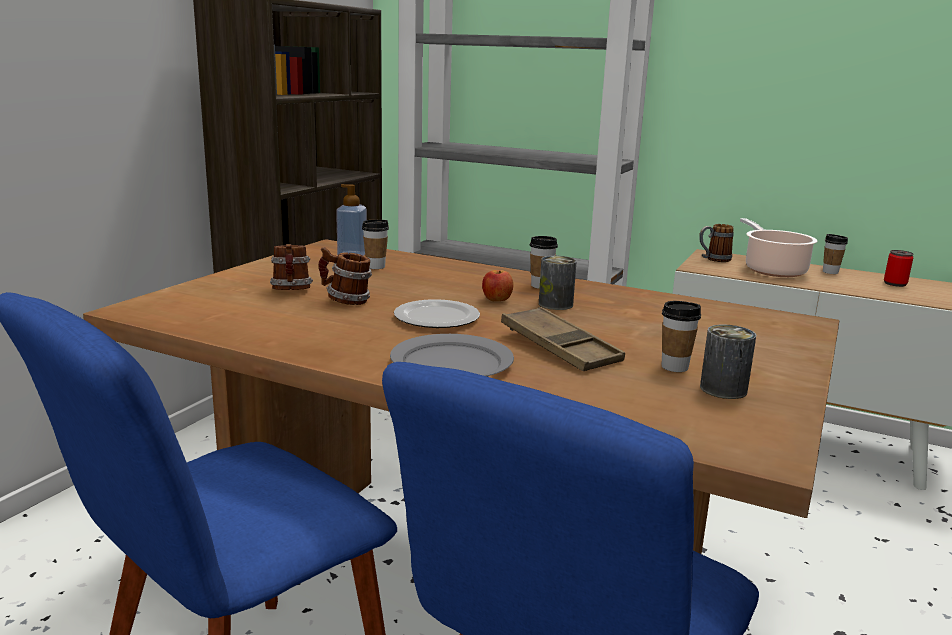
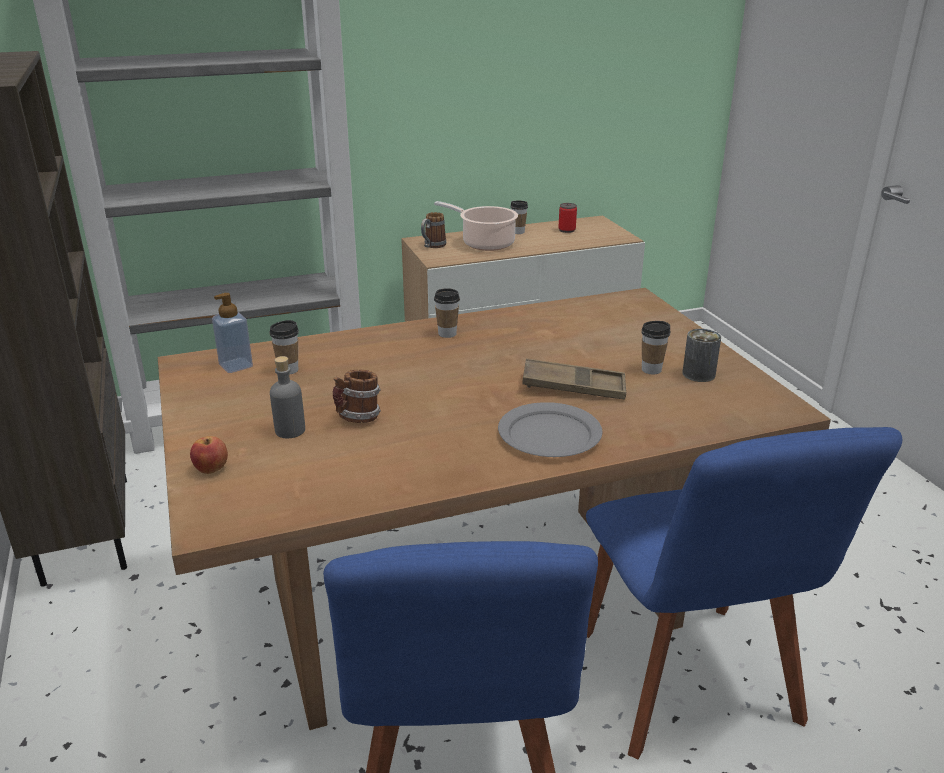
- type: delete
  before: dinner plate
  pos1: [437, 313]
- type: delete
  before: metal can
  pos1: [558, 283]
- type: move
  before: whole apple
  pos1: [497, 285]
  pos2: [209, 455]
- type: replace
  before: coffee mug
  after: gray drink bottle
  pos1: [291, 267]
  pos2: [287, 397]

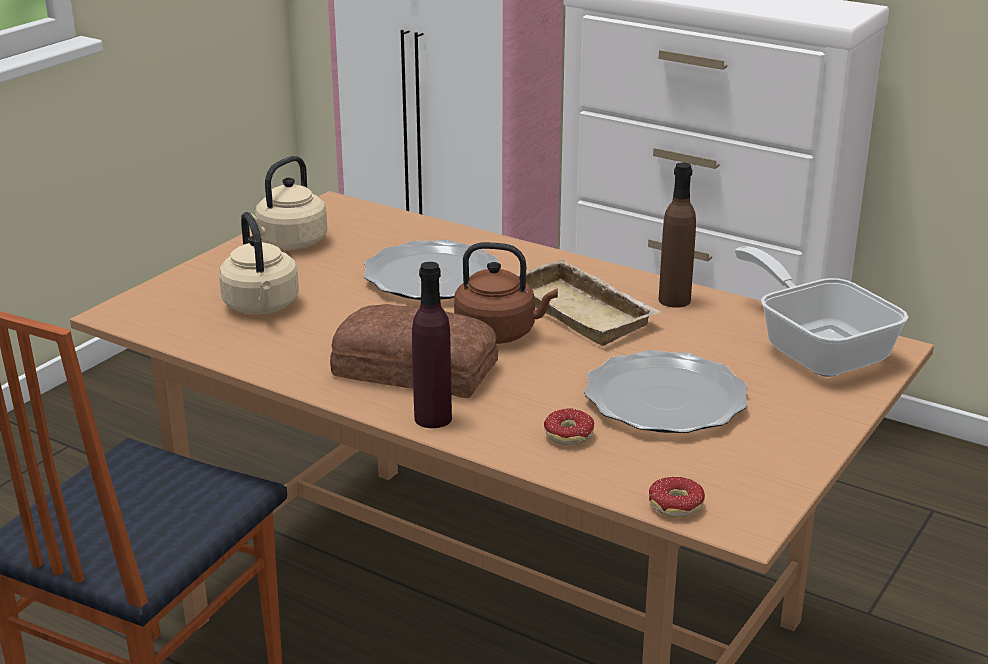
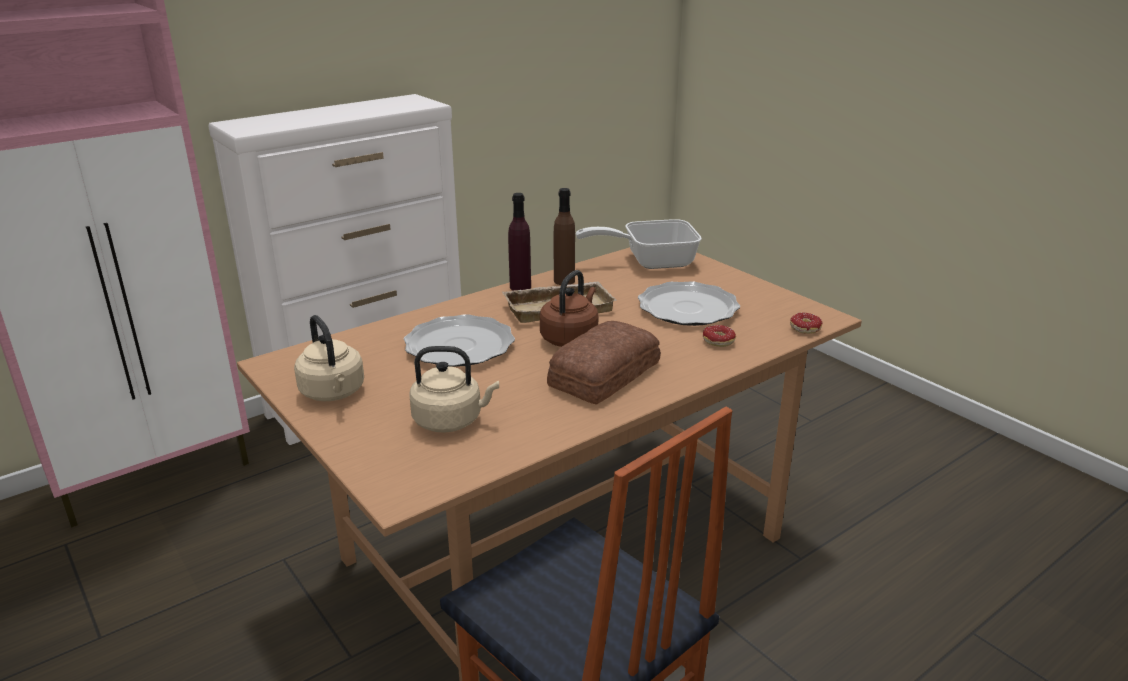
- type: move
  before: purple drink bottle
  pos1: [432, 345]
  pos2: [519, 242]

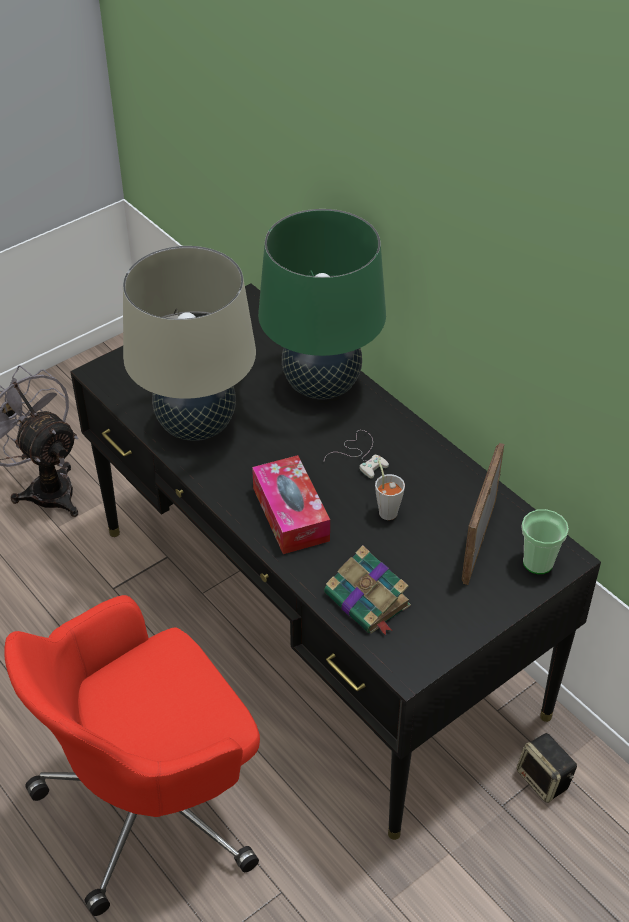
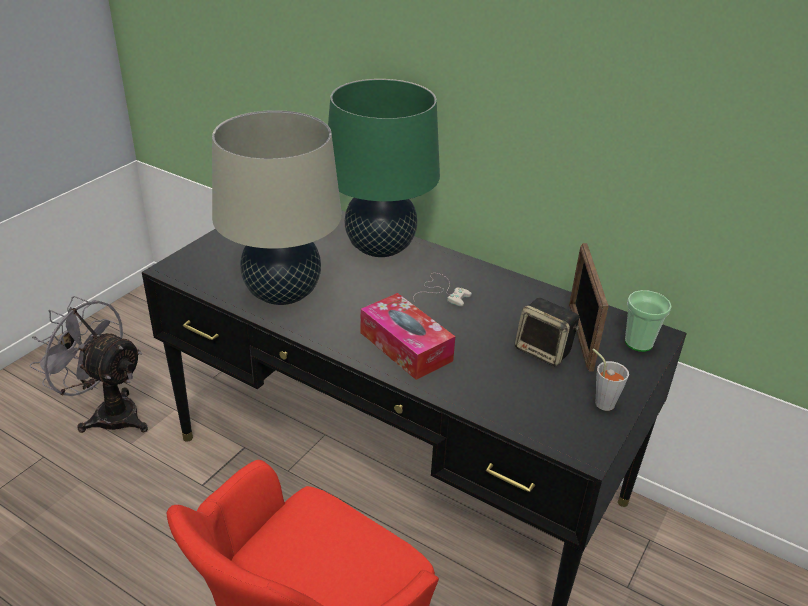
- type: delete
  before: bound book
  pos1: [367, 590]
- type: move
  before: gray drinking cup
  pos1: [390, 490]
  pos2: [611, 380]
- type: move
  before: audio speaker
  pos1: [547, 768]
  pos2: [547, 332]

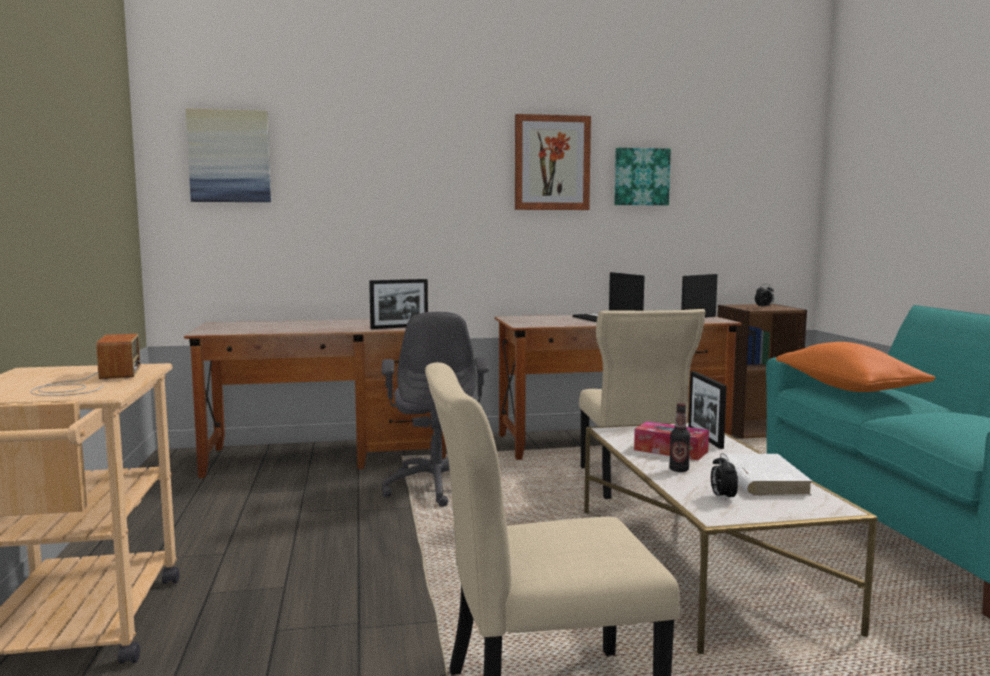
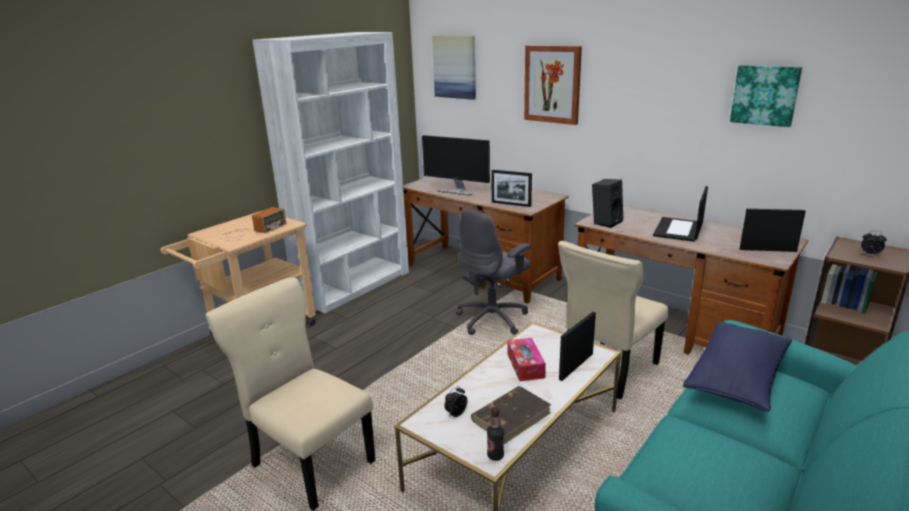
- type: insert
  after: white-coloured bookshelf
  pos2: [330, 172]
- type: insert
  after: monitor
  pos2: [456, 165]
- type: insert
  after: black-coloured audio speaker
  pos2: [607, 203]
- type: move
  before: picture
  pos1: [553, 162]
  pos2: [553, 85]
- type: move
  before: drink bottle
  pos1: [679, 437]
  pos2: [495, 434]
- type: recolor
  before: white-coloured bound book
  after: brown bound book
  pos1: [767, 474]
  pos2: [511, 415]
- type: recolor
  before: orangey cushion
  after: blue cushion
  pos1: [856, 367]
  pos2: [737, 367]

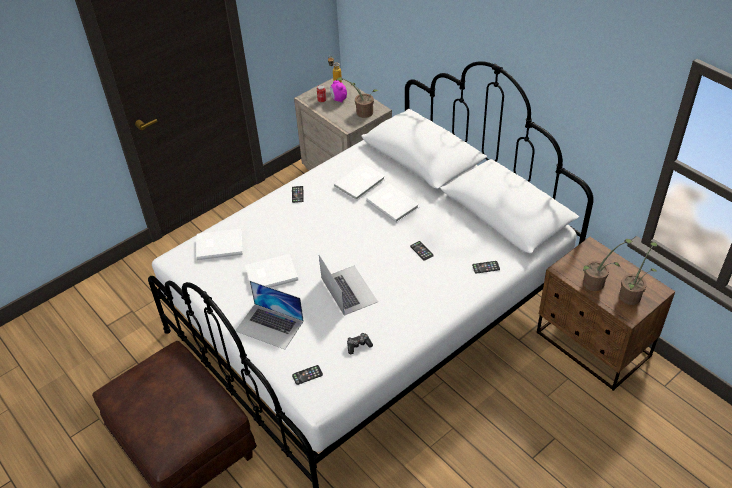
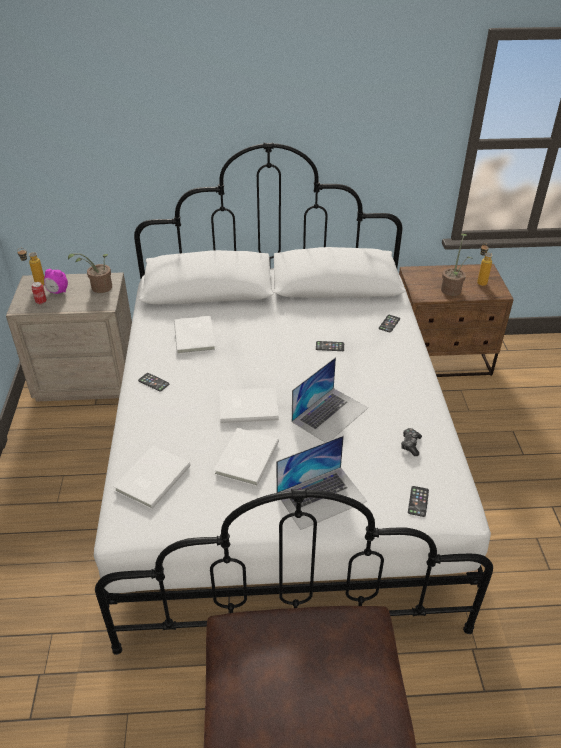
- type: move
  before: white-coloured bound book
  pos1: [392, 203]
  pos2: [249, 406]
- type: replace
  before: houseplant
  after: drink bottle
  pos1: [638, 273]
  pos2: [485, 264]
- type: rotate
  before: portable computer
  pos1: [348, 285]
  pos2: [330, 399]
  turn: 120

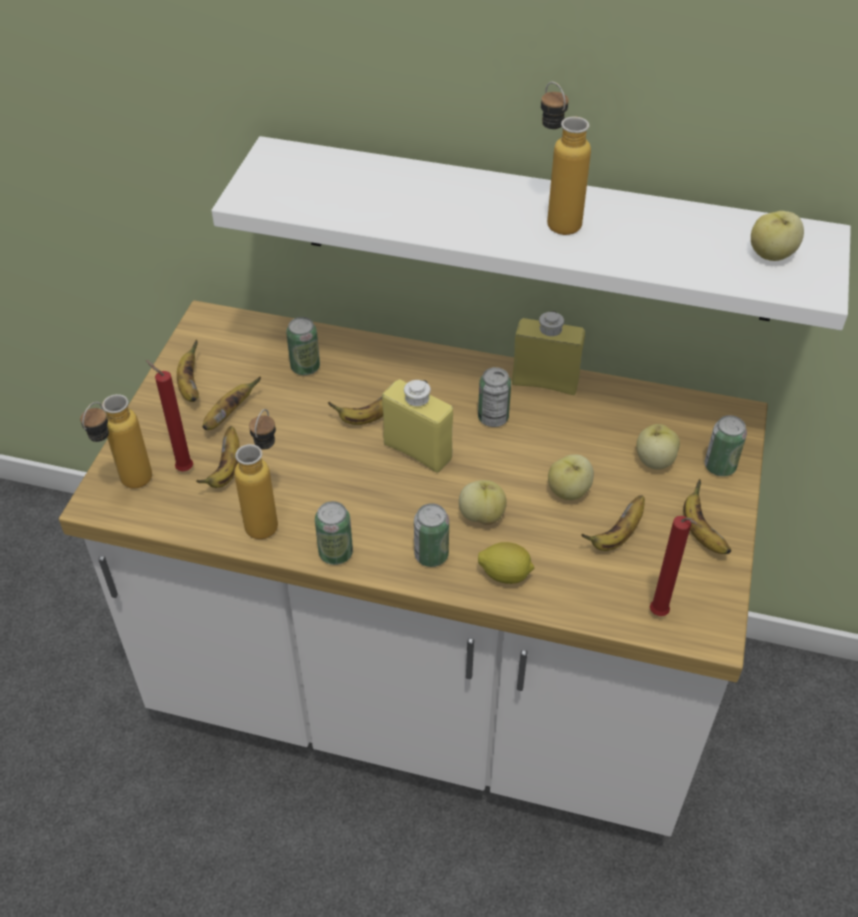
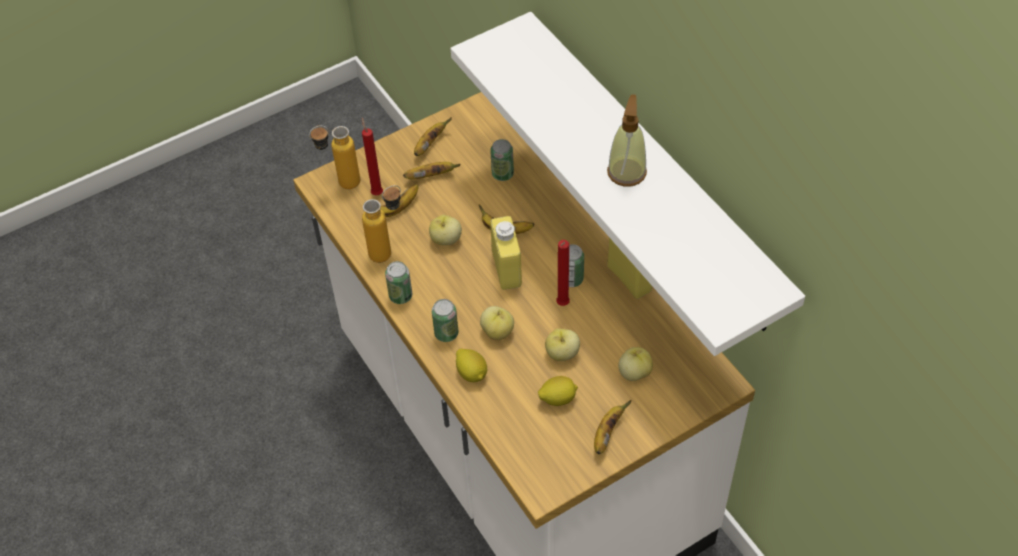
- type: delete
  before: metal can
  pos1: [726, 445]
- type: move
  before: red candle
  pos1: [673, 566]
  pos2: [563, 273]
- type: move
  before: whole apple
  pos1: [777, 236]
  pos2: [445, 230]
- type: replace
  before: drink bottle
  after: soap bottle
  pos1: [566, 158]
  pos2: [627, 140]
- type: replace
  before: banana
  after: whole lemon
  pos1: [613, 523]
  pos2: [558, 391]

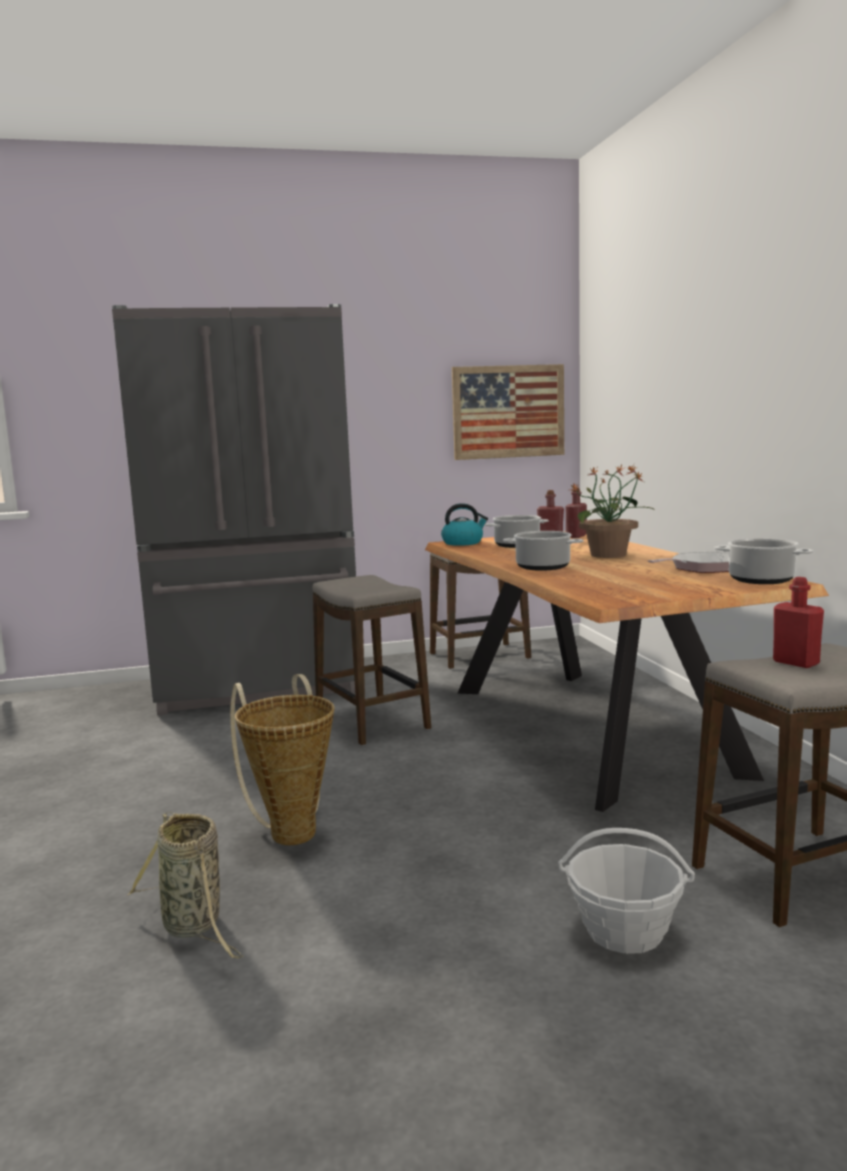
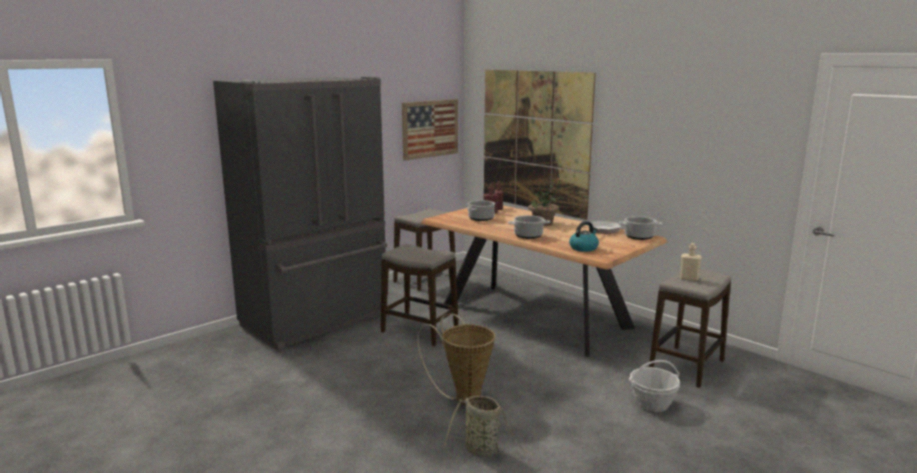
- type: insert
  after: picture
  pos2: [540, 145]
- type: move
  before: kettle
  pos1: [464, 524]
  pos2: [584, 236]
- type: recolor
  before: red drink bottle
  after: beige-coloured drink bottle
  pos1: [798, 622]
  pos2: [691, 262]

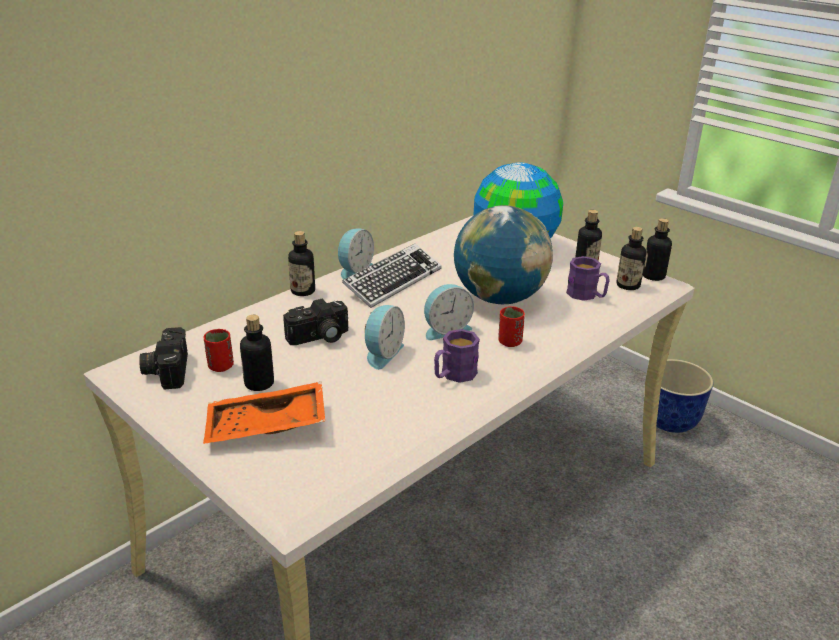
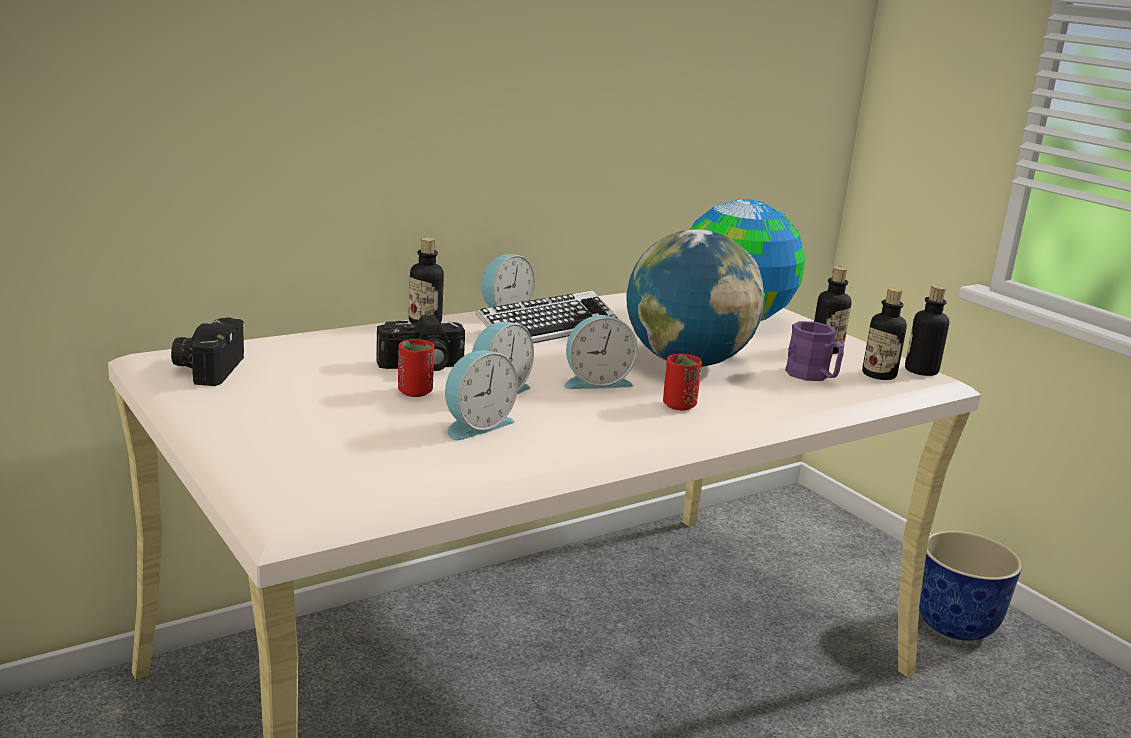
- type: delete
  before: orangey carrying tray
  pos1: [264, 412]
- type: delete
  before: drink bottle
  pos1: [257, 353]
- type: delete
  before: purple coffee mug
  pos1: [457, 356]
- type: insert
  after: alarm clock
  pos2: [481, 395]
- type: move
  before: red drinking cup
  pos1: [219, 350]
  pos2: [416, 368]

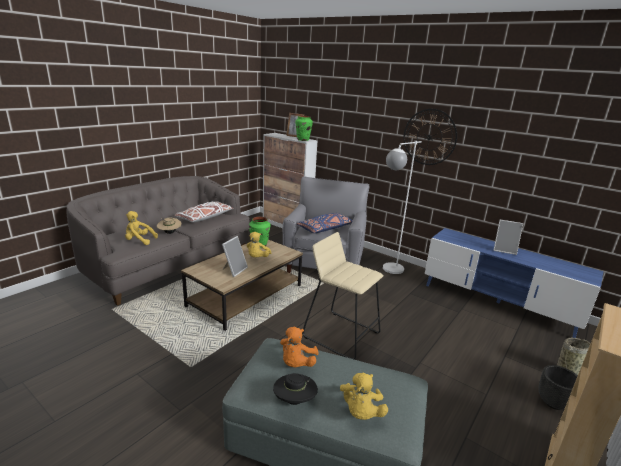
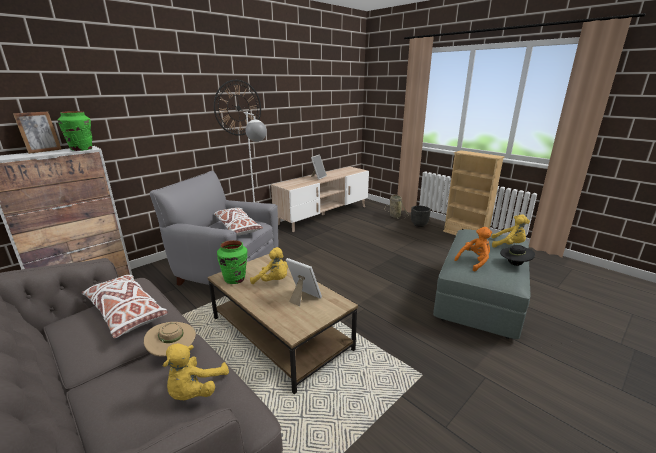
- type: delete
  before: beige-coloured sitting stool
  pos1: [343, 295]
- type: recolor
  before: blue cushion
  after: white-coloured cushion
  pos1: [325, 223]
  pos2: [238, 222]
- type: recolor
  before: blue tv stand
  after: beige-coloured tv stand
  pos1: [514, 283]
  pos2: [320, 199]
- type: rotate
  before: orangey cuddly toy
  pos1: [299, 347]
  pos2: [473, 249]
  turn: -60

